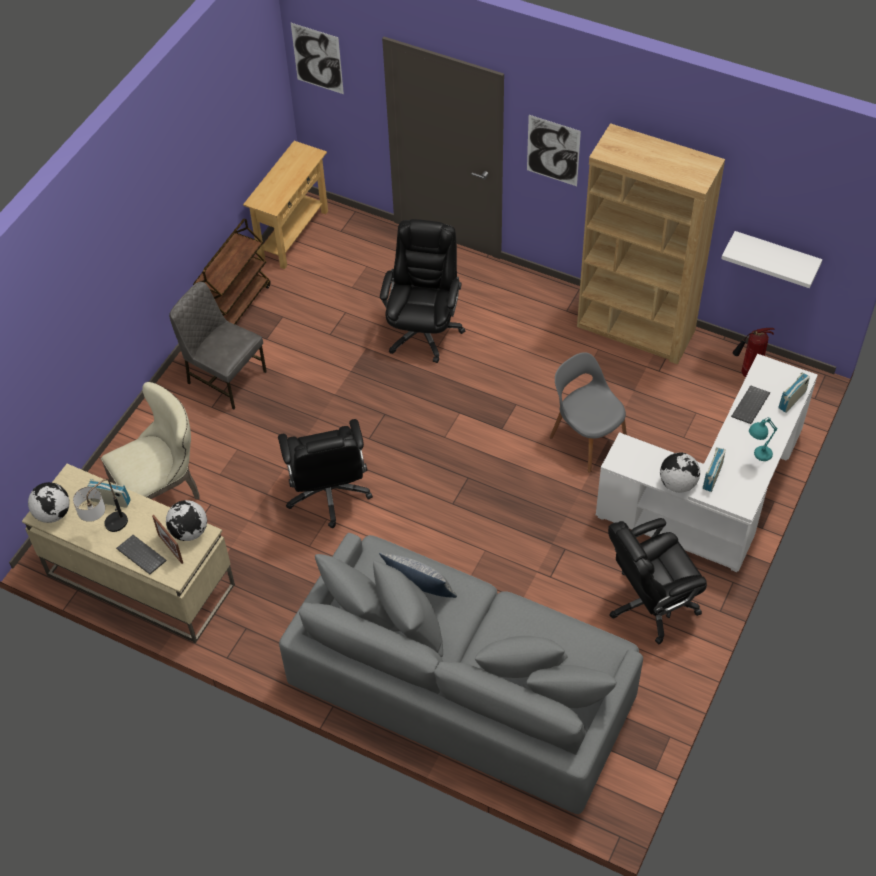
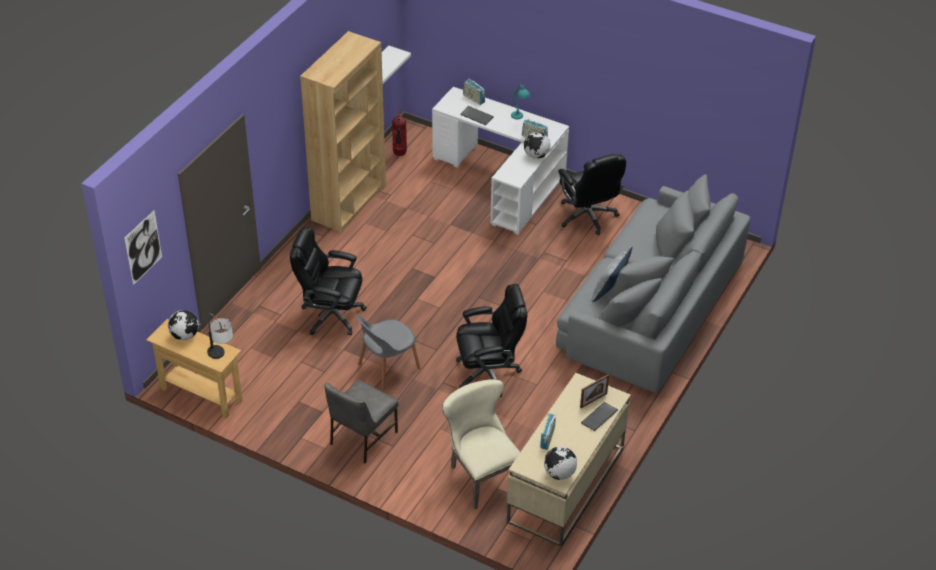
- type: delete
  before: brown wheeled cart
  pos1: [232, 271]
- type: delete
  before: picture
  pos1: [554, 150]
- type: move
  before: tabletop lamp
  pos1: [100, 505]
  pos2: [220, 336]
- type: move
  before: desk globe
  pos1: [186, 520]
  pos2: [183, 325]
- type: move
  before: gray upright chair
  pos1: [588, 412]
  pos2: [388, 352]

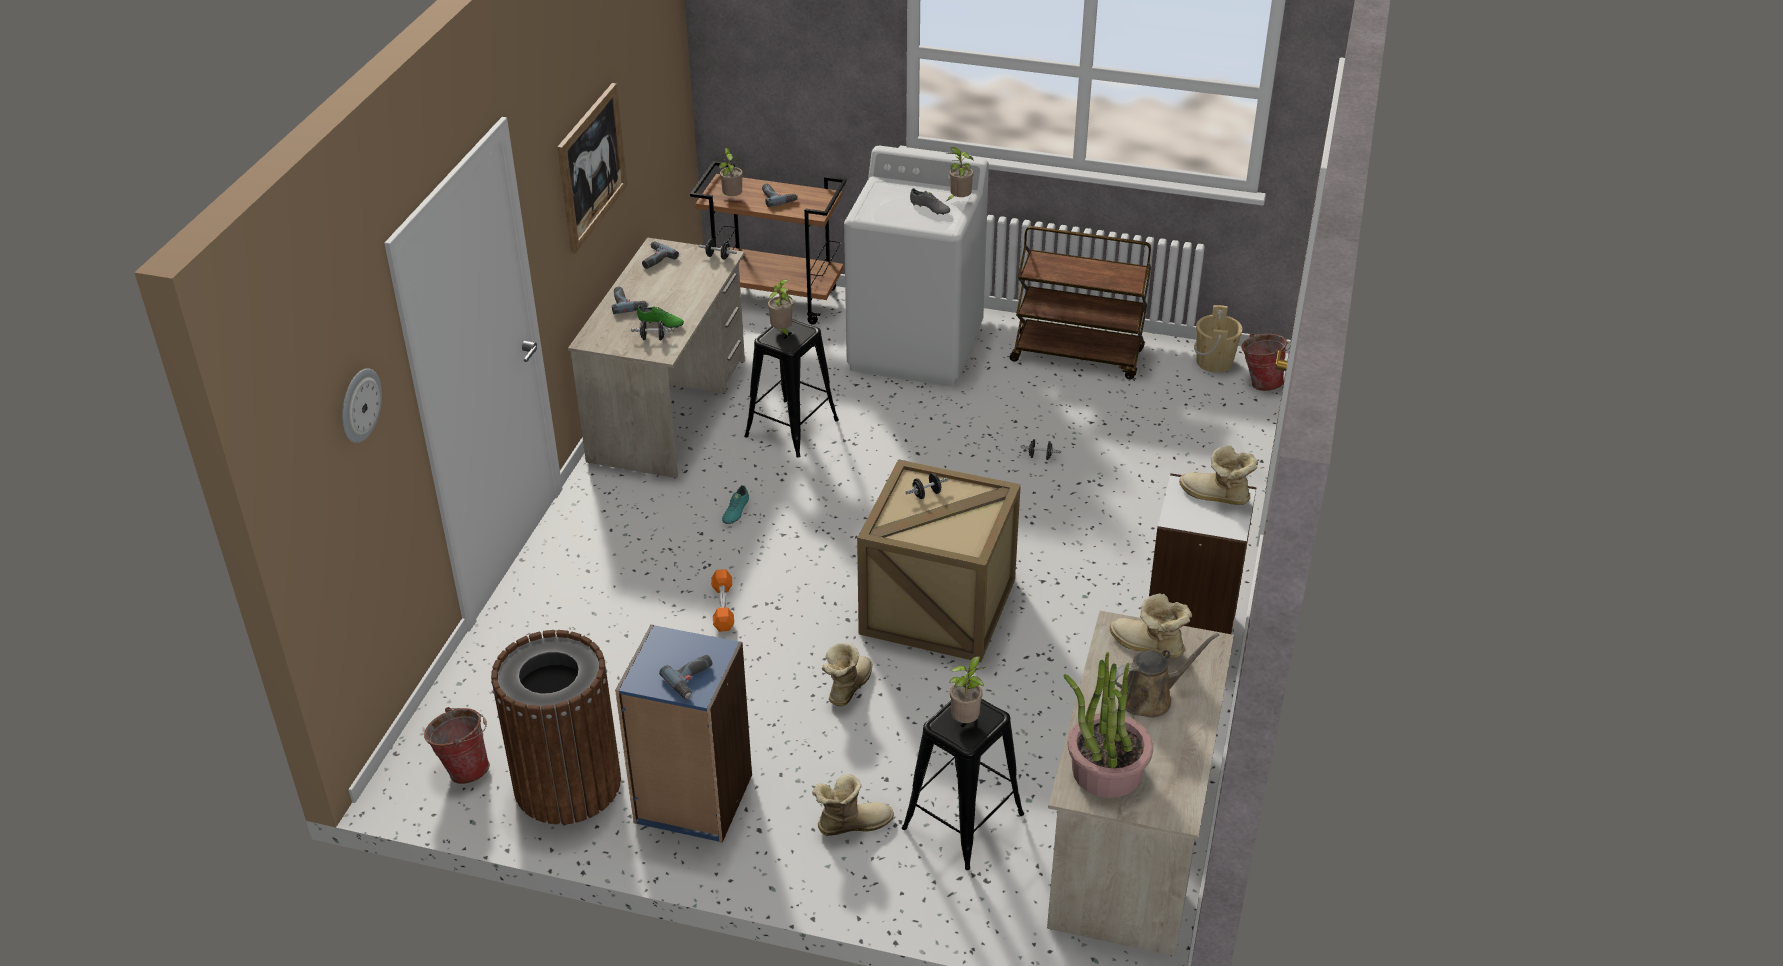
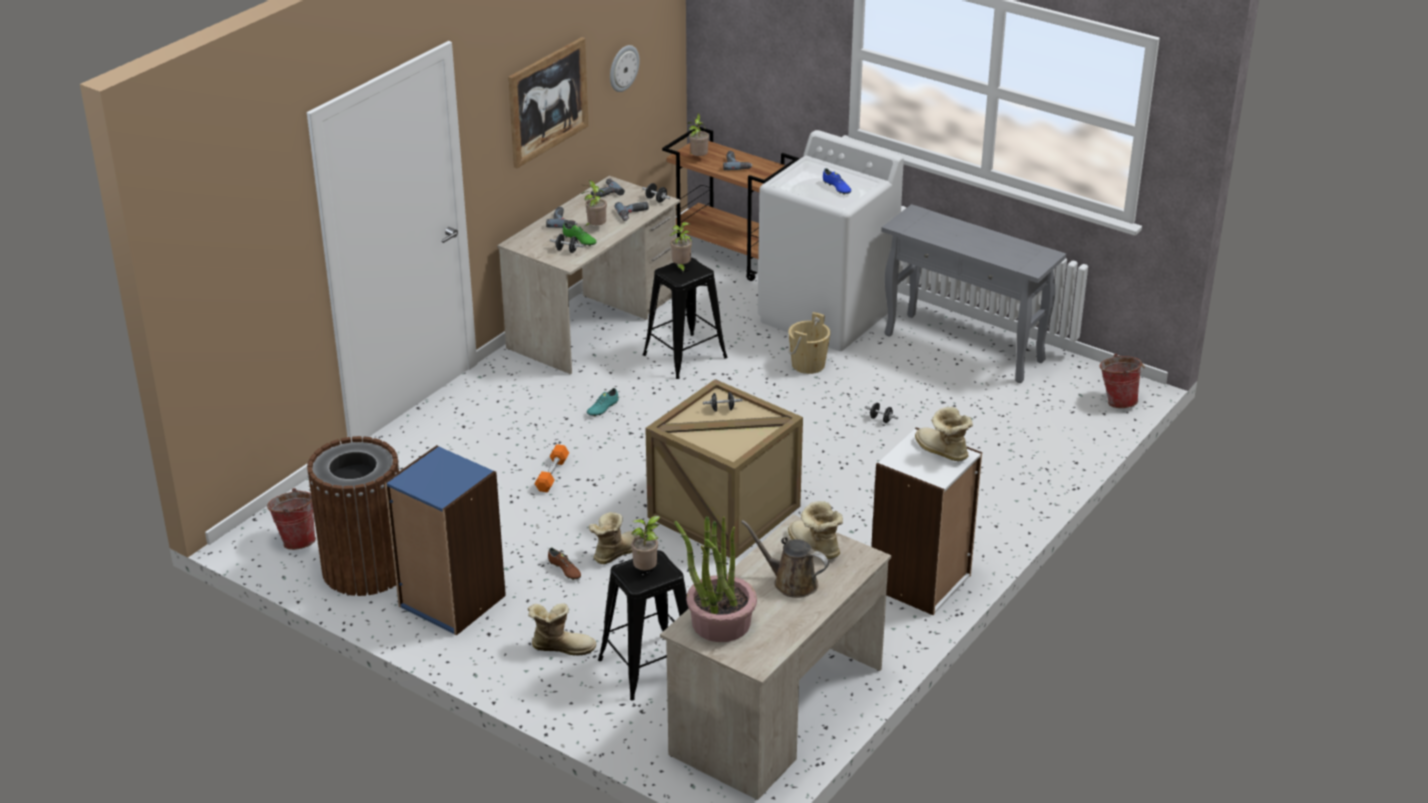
- type: insert
  after: brown item of footwear
  pos2: [564, 564]
- type: move
  before: wall clock
  pos1: [362, 405]
  pos2: [624, 68]
- type: move
  before: electric drill
  pos1: [685, 677]
  pos2: [631, 211]
- type: move
  before: houseplant
  pos1: [960, 174]
  pos2: [594, 203]
- type: move
  before: beige-coloured bucket
  pos1: [1218, 339]
  pos2: [809, 343]
- type: replace
  before: brown wheeled cart
  after: gray hall table
  pos1: [1080, 302]
  pos2: [973, 293]
- type: recolor
  before: gray item of footwear
  after: blue item of footwear
  pos1: [930, 201]
  pos2: [837, 181]
- type: rotate
  before: brown watering can
  pos1: [1167, 675]
  pos2: [785, 559]
  turn: -150

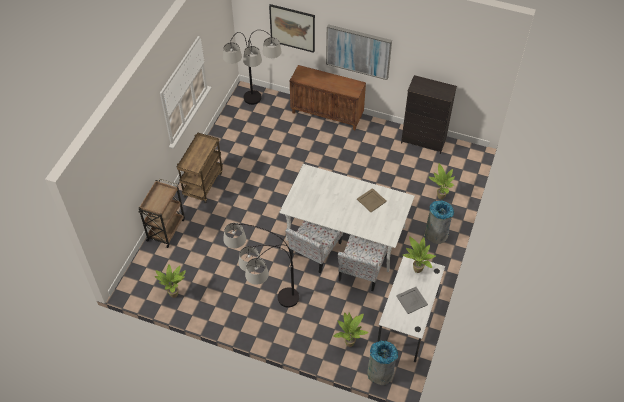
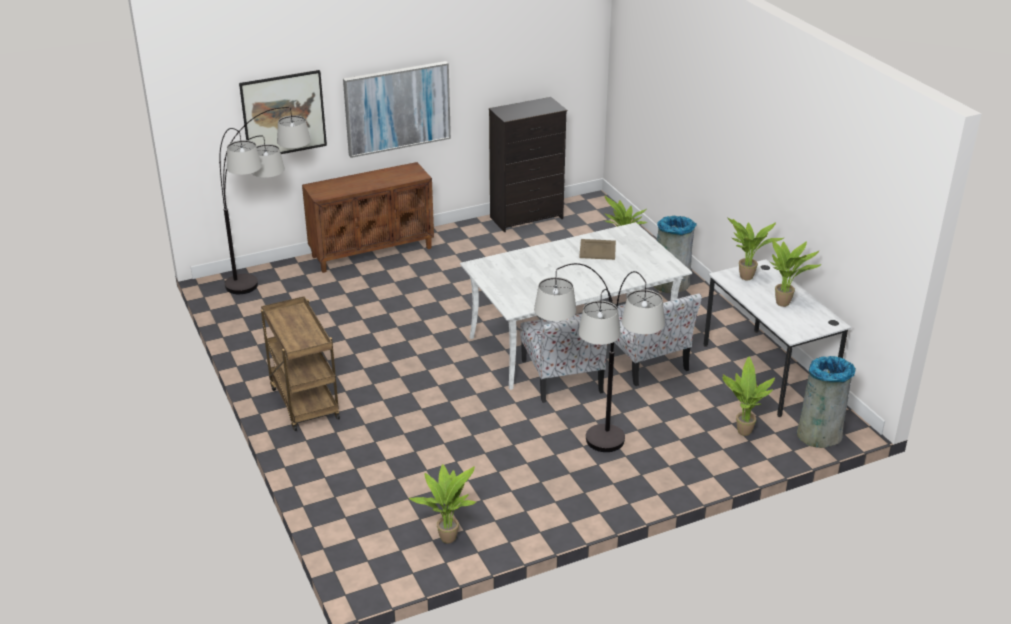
- type: delete
  before: brown wheeled cart
  pos1: [162, 213]
- type: replace
  before: gray carrying tray
  after: houseplant
  pos1: [412, 300]
  pos2: [795, 273]

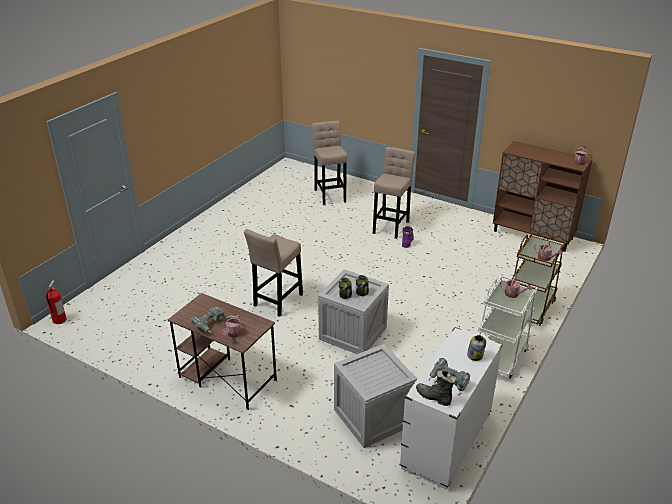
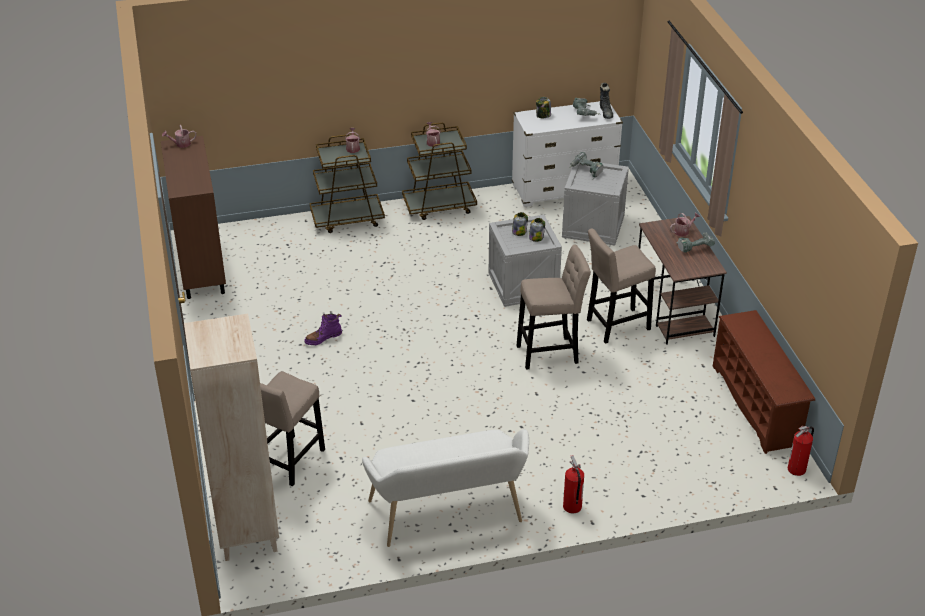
- type: insert
  after: beige-coloured bookshelf
  pos2: [231, 437]
- type: insert
  after: white-coloured indoor bench
  pos2: [445, 488]
- type: insert
  after: extinguisher
  pos2: [573, 484]
- type: insert
  after: electric drill
  pos2: [586, 166]
- type: insert
  after: brown shoe shelf
  pos2: [764, 382]
- type: move
  before: beige-coloured sitting stool
  pos1: [394, 193]
  pos2: [621, 286]
- type: recolor
  before: white-coloured wheeled cart
  after: brown wheeled cart
  pos1: [508, 327]
  pos2: [439, 171]

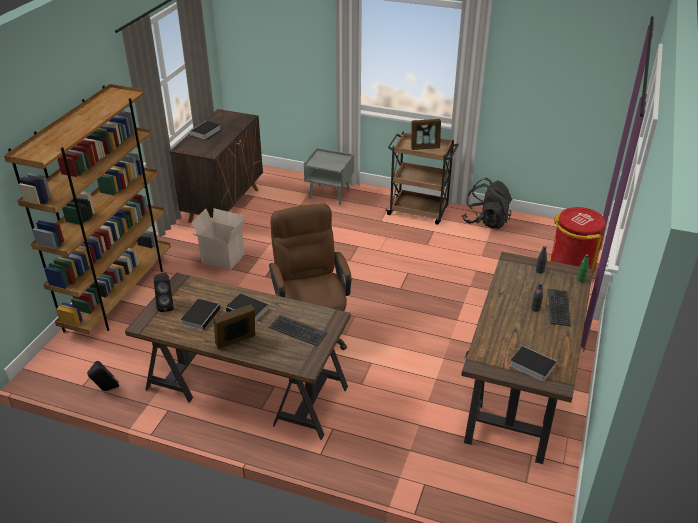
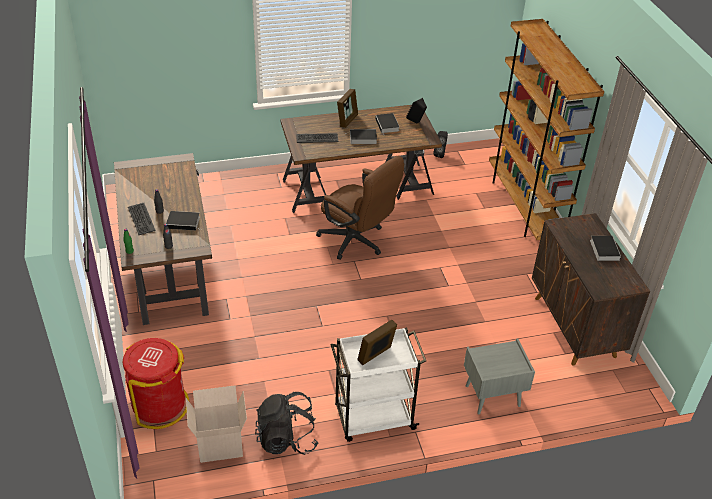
- type: move
  before: packing box
  pos1: [218, 239]
  pos2: [216, 424]
- type: move
  before: bound book
  pos1: [533, 363]
  pos2: [183, 220]
- type: recolor
  before: brown wheeled cart
  after: white-coloured wheeled cart
  pos1: [422, 178]
  pos2: [378, 385]

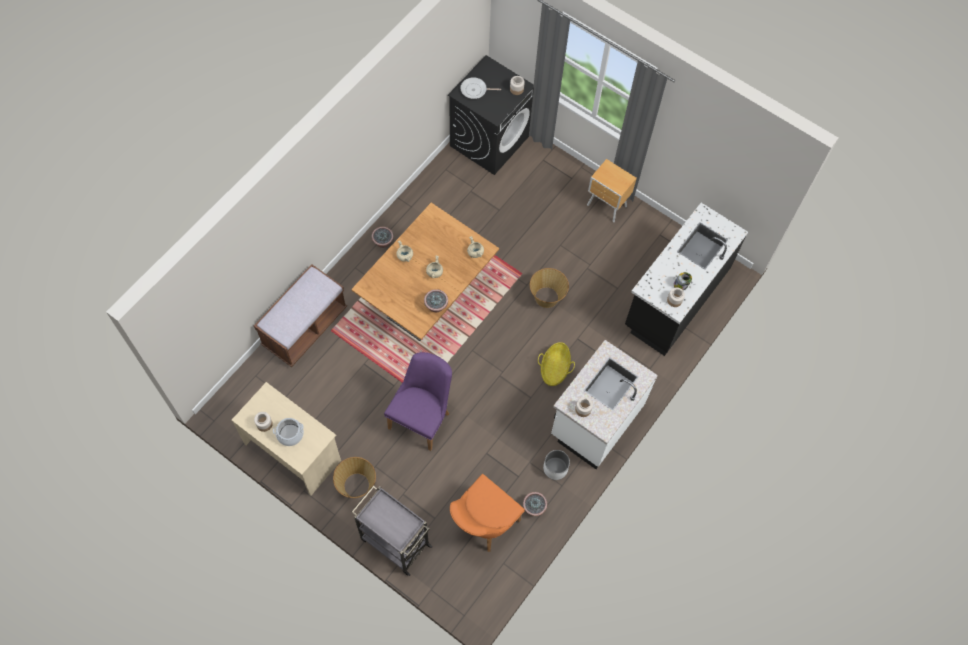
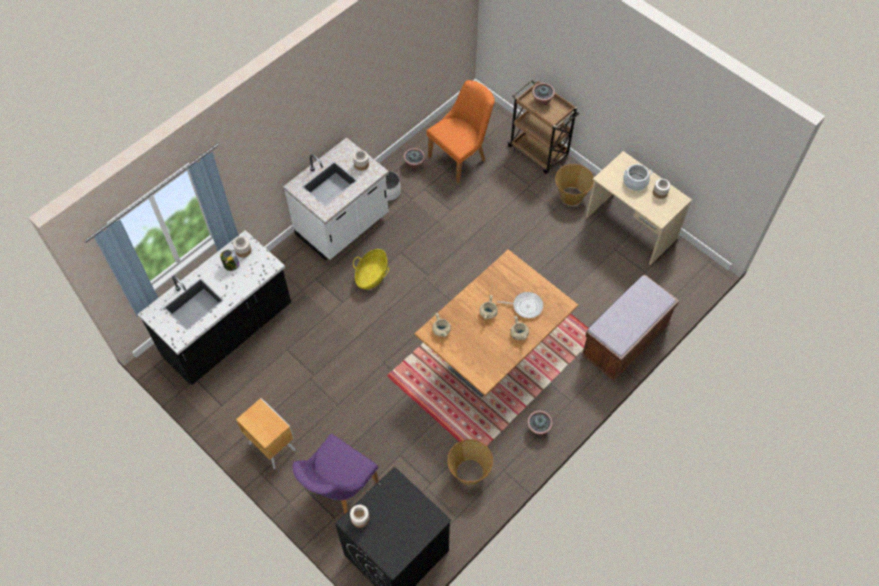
- type: move
  before: purple upright chair
  pos1: [418, 401]
  pos2: [335, 473]
- type: move
  before: houseplant
  pos1: [436, 300]
  pos2: [543, 94]
- type: move
  before: frying pan
  pos1: [480, 88]
  pos2: [520, 305]
- type: move
  before: basket
  pos1: [549, 288]
  pos2: [470, 462]
- type: recolor
  before: gray wheeled cart
  after: brown wheeled cart
  pos1: [392, 530]
  pos2: [543, 127]

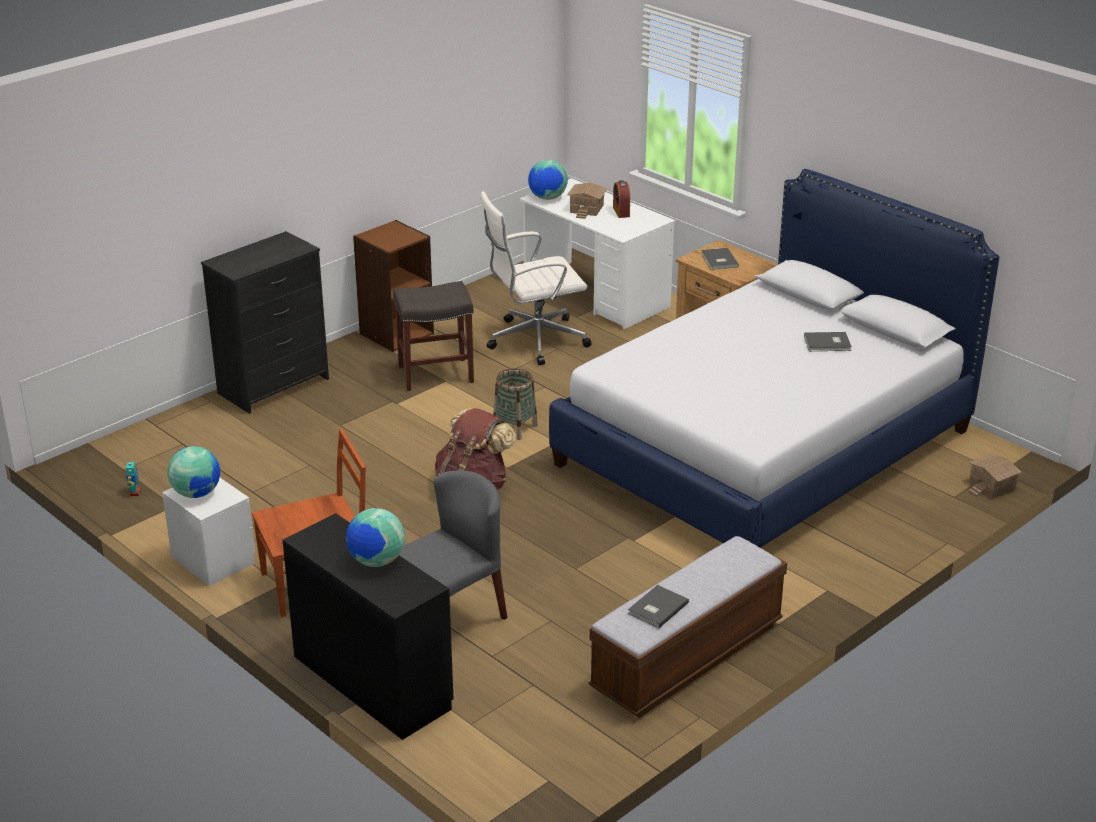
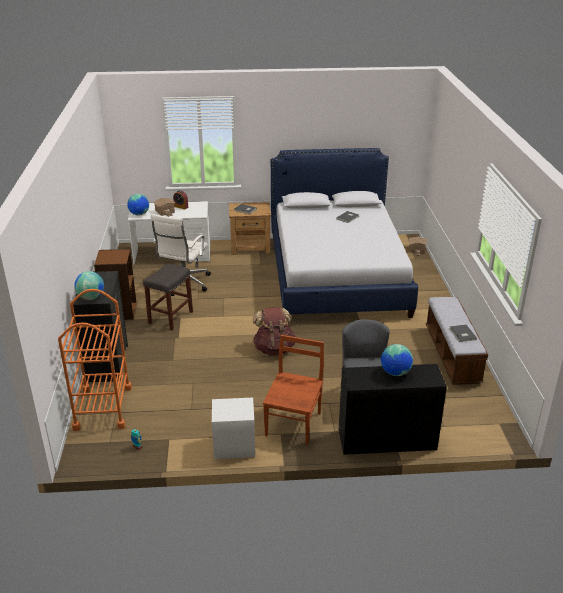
- type: delete
  before: basket
  pos1: [515, 404]
- type: insert
  after: orangey wheeled cart
  pos2: [95, 360]
- type: move
  before: desk globe
  pos1: [193, 472]
  pos2: [89, 285]

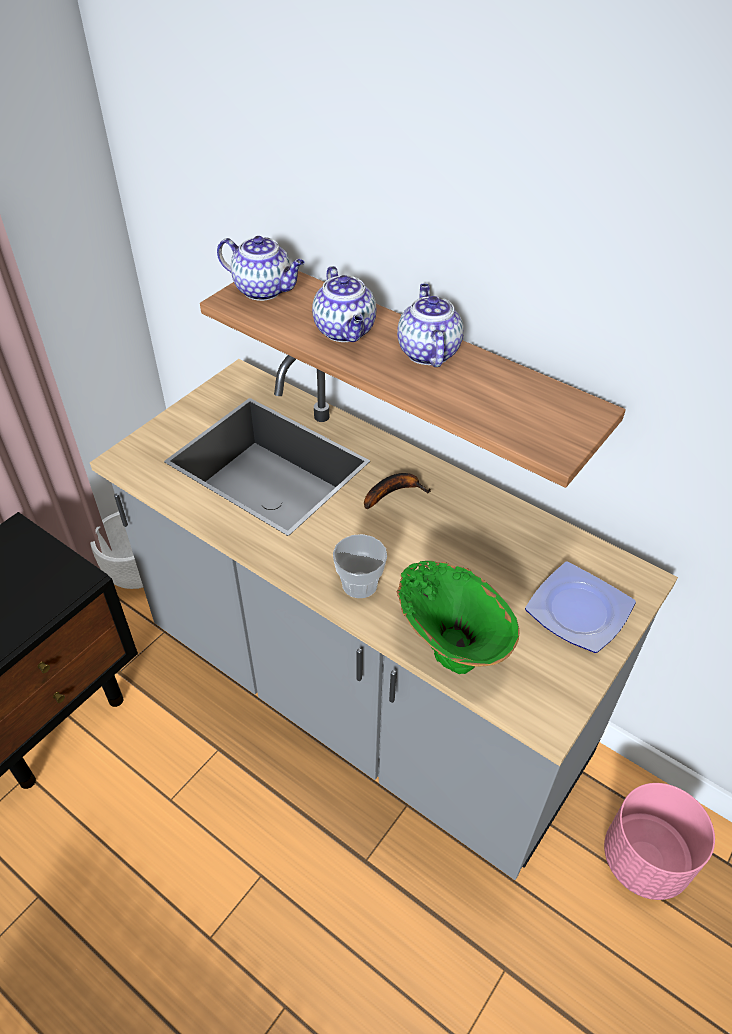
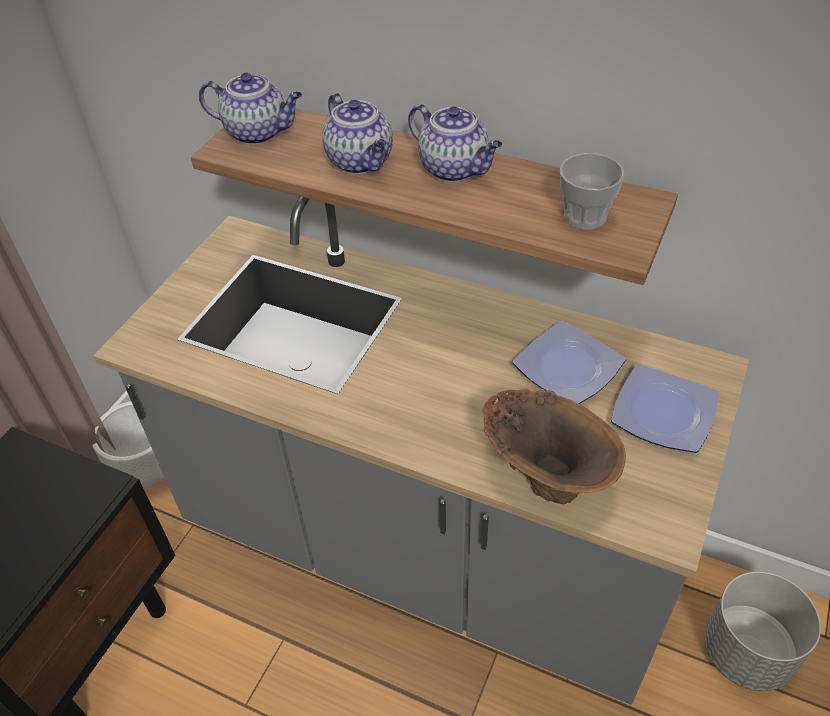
- type: delete
  before: banana
  pos1: [397, 491]
- type: insert
  after: dinner plate
  pos2: [569, 362]
- type: move
  before: drinking cup
  pos1: [360, 566]
  pos2: [592, 191]
- type: recolor
  before: green decorative vase
  after: brown decorative vase
  pos1: [458, 617]
  pos2: [554, 446]
- type: recolor
  before: pink-coloured plant pot
  after: gray plant pot
  pos1: [659, 841]
  pos2: [763, 631]
- type: rotate
  before: teapot
  pos1: [430, 325]
  pos2: [455, 143]
  turn: 150

